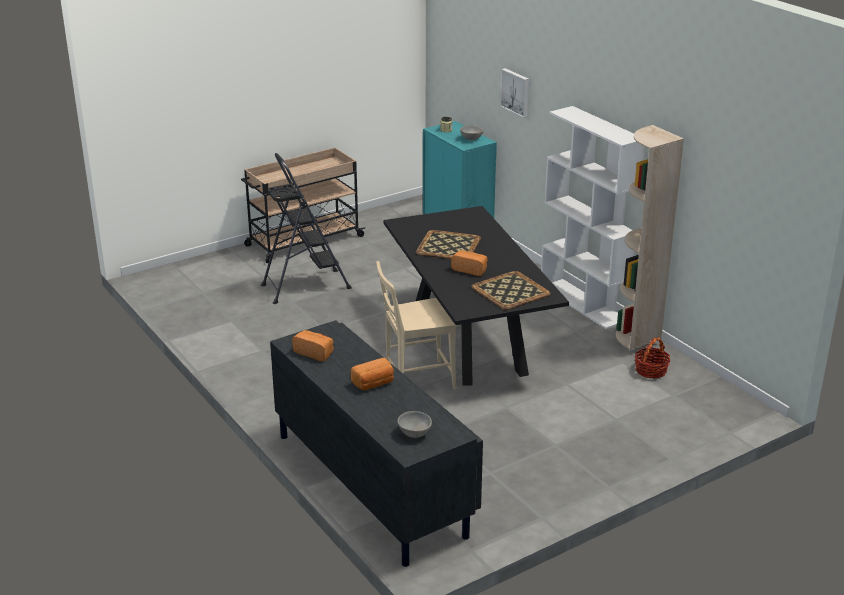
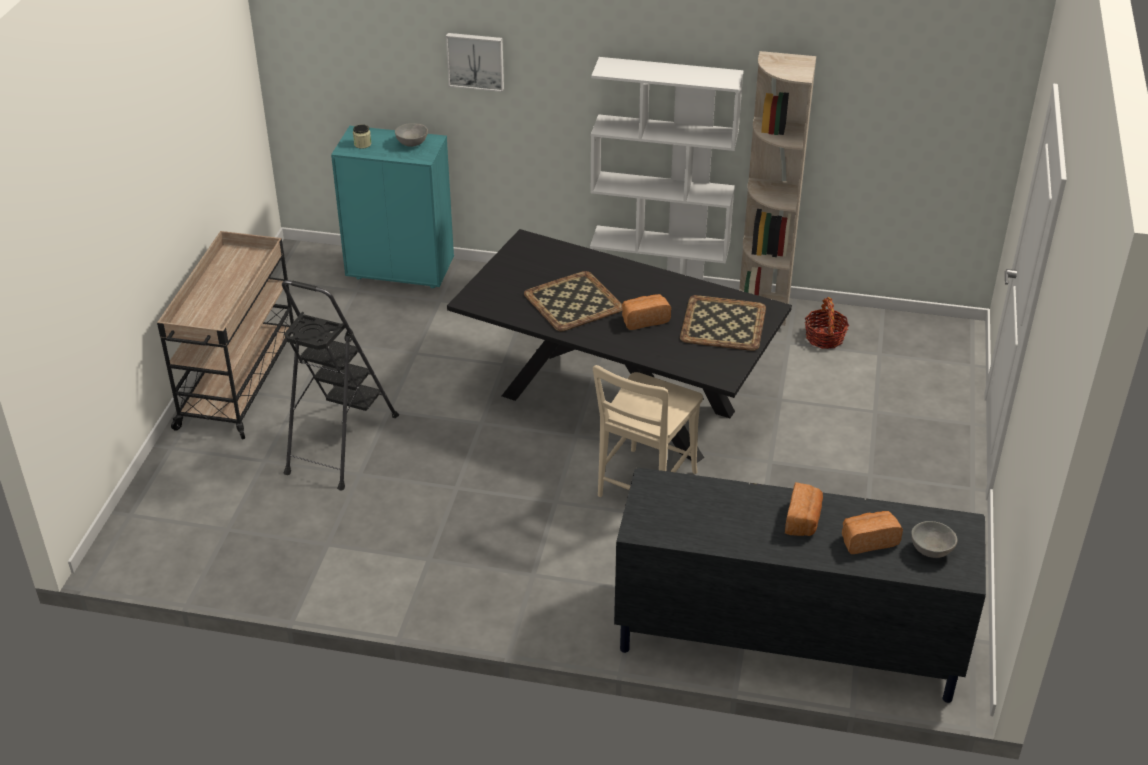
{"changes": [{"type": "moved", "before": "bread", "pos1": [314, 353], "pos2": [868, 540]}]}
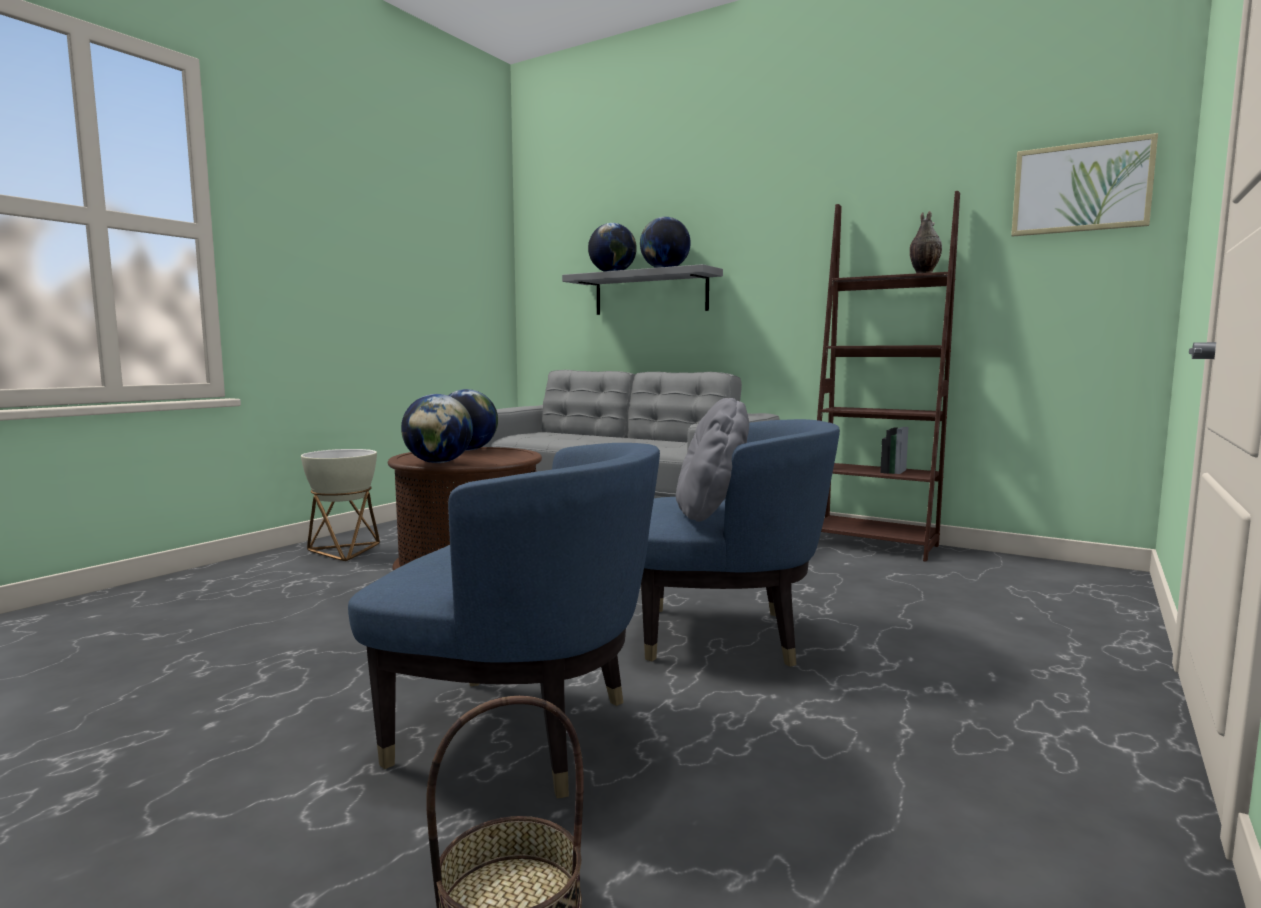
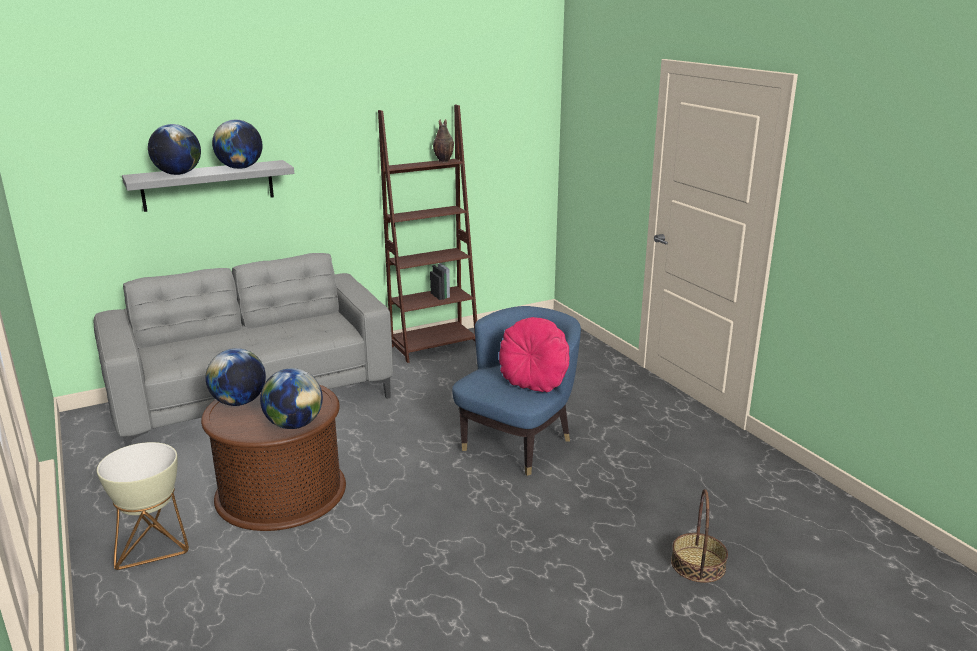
{"changes": [{"type": "removed", "before": "picture", "pos1": [1081, 188]}, {"type": "recoloured", "before": "pillow/grey", "after": "pillow/pink", "pos1": [710, 517], "pos2": [533, 385]}, {"type": "removed", "before": "armchair/blue", "pos1": [518, 732]}]}
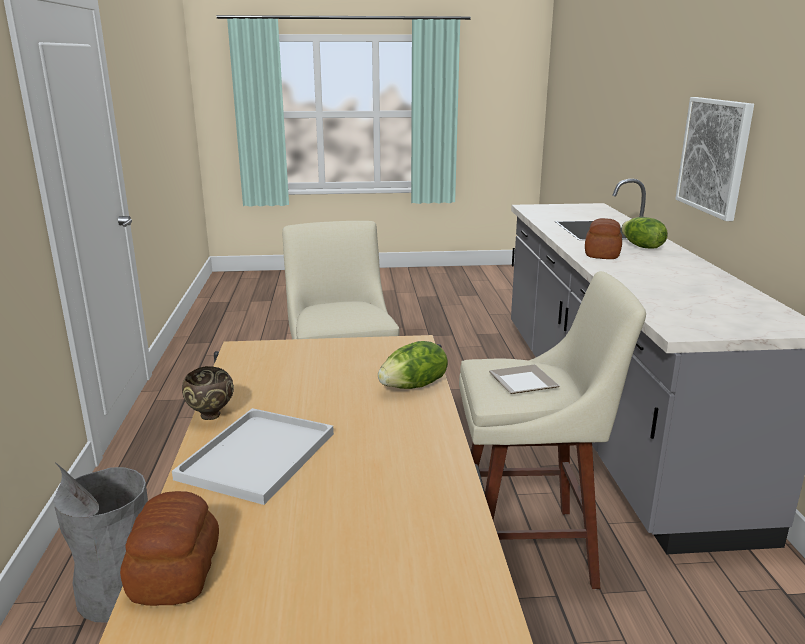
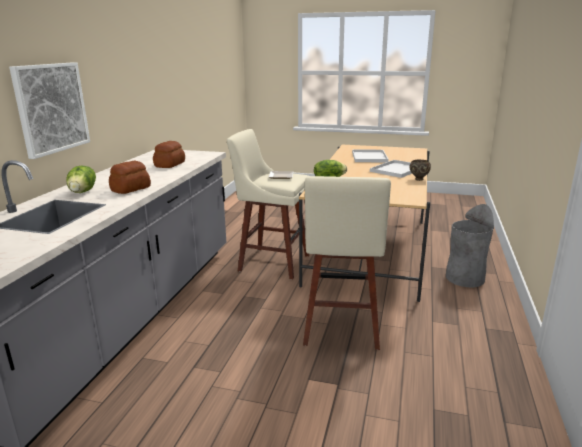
{"changes": [{"type": "moved", "before": "bread", "pos1": [177, 571], "pos2": [169, 165]}, {"type": "added", "after": "tray/white", "pos2": [370, 157]}]}
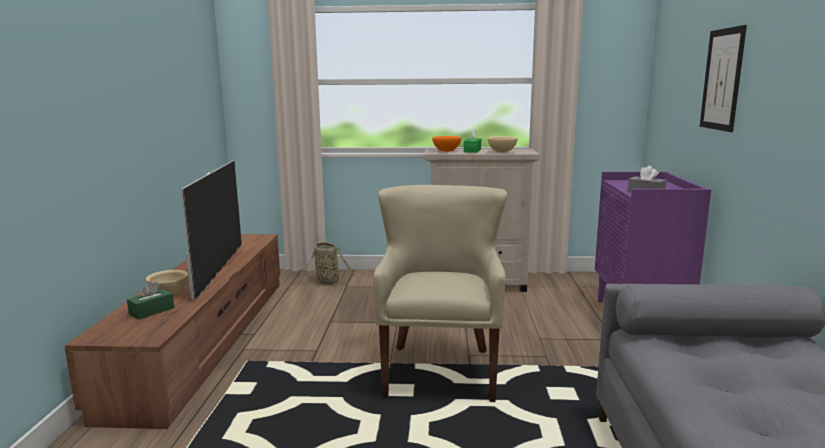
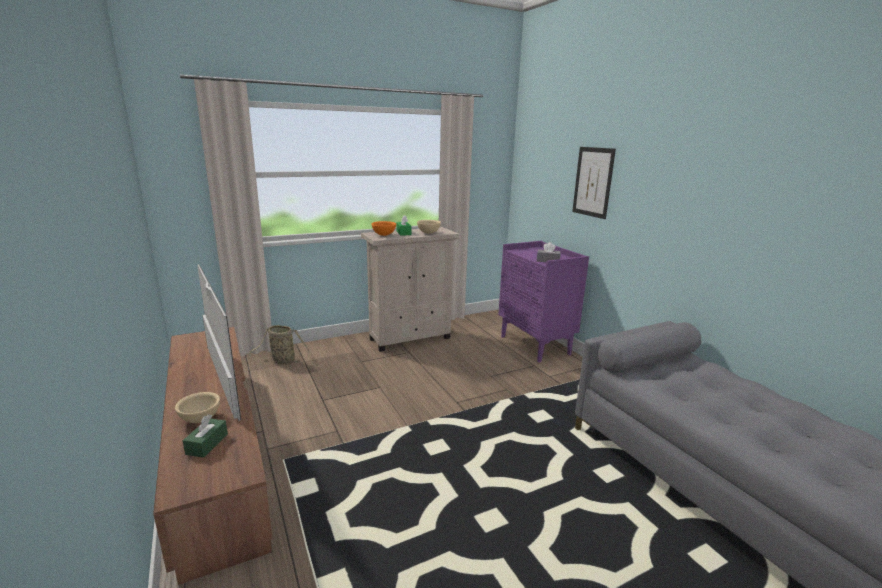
{"changes": [{"type": "removed", "before": "armchair/beige", "pos1": [440, 371]}]}
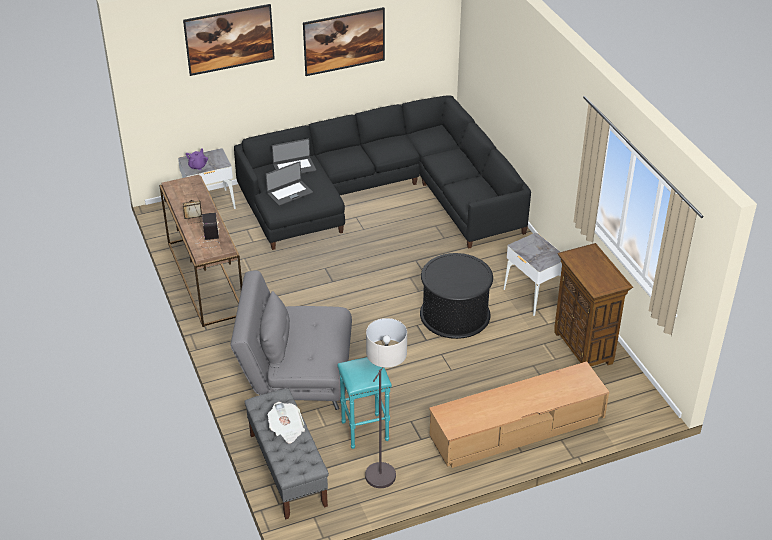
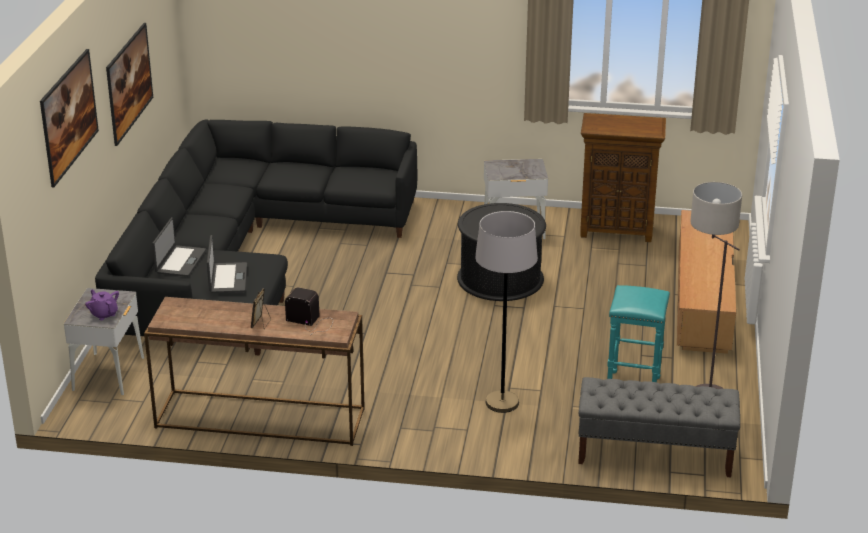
{"changes": [{"type": "replaced", "before": "armchair/grey", "after": "floor lamp/grey", "pos1": [296, 373], "pos2": [502, 403]}, {"type": "removed", "before": "newspaper", "pos1": [286, 429]}]}
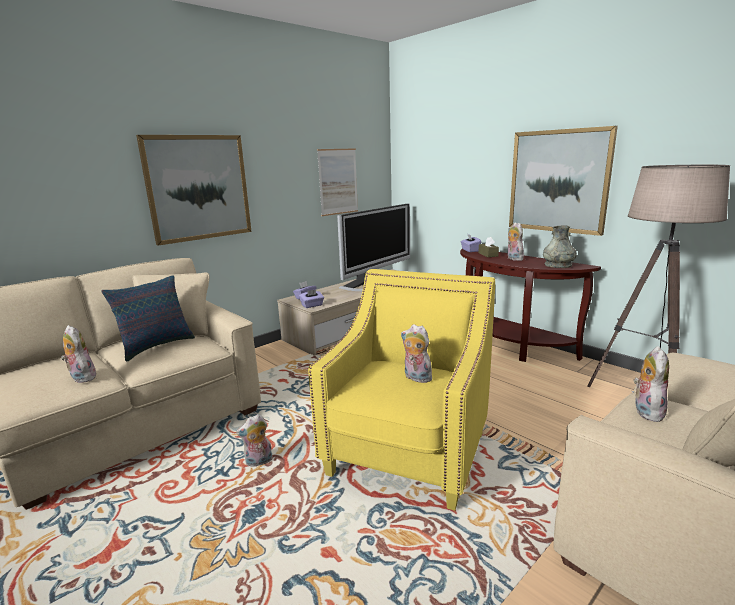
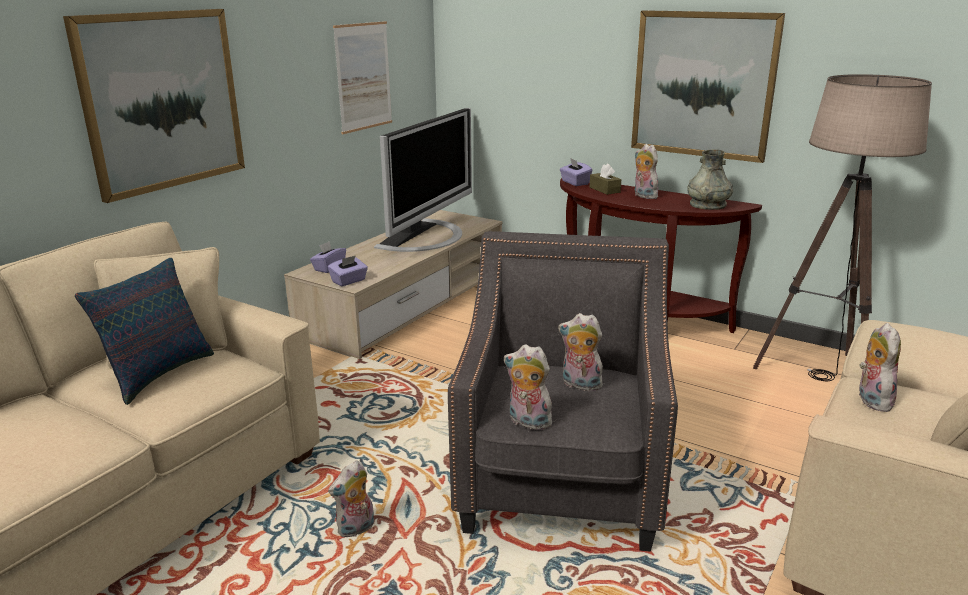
{"changes": [{"type": "recoloured", "before": "armchair/yellow", "after": "armchair/grey", "pos1": [408, 452], "pos2": [561, 485]}, {"type": "moved", "before": "plush toy", "pos1": [81, 378], "pos2": [527, 422]}]}
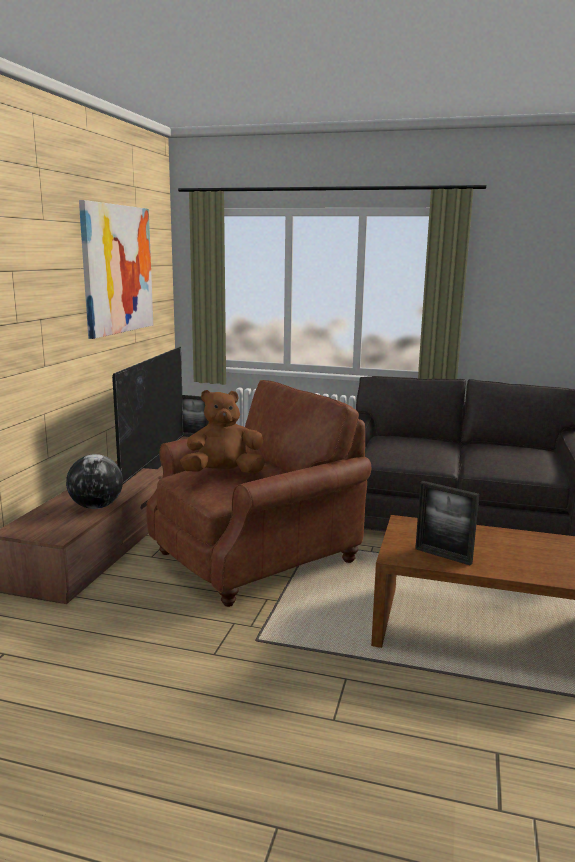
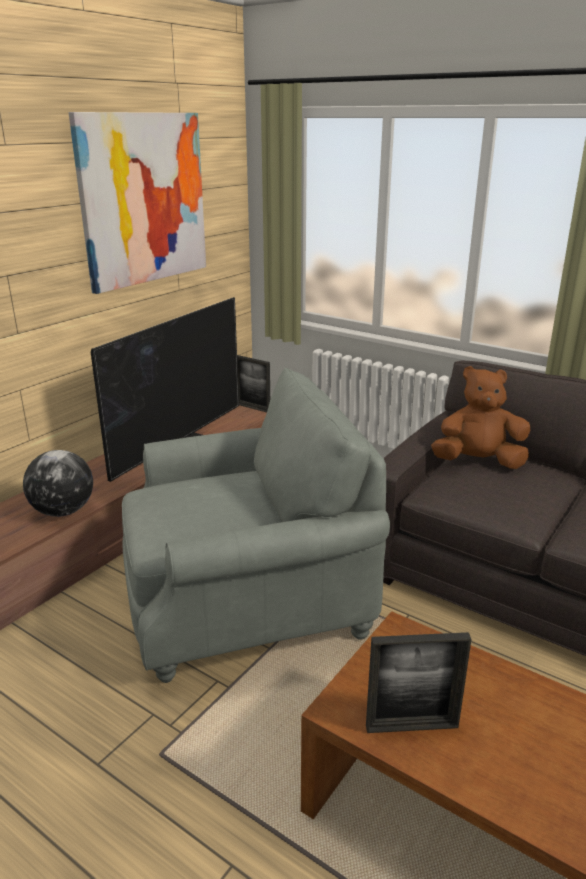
{"changes": [{"type": "recoloured", "before": "armchair/brown", "after": "armchair/grey", "pos1": [256, 557], "pos2": [247, 602]}, {"type": "moved", "before": "plush toy/brown", "pos1": [223, 474], "pos2": [478, 462]}, {"type": "turned", "before": "picture frame", "pos1": [443, 556], "pos2": [411, 726], "turn": -60}]}
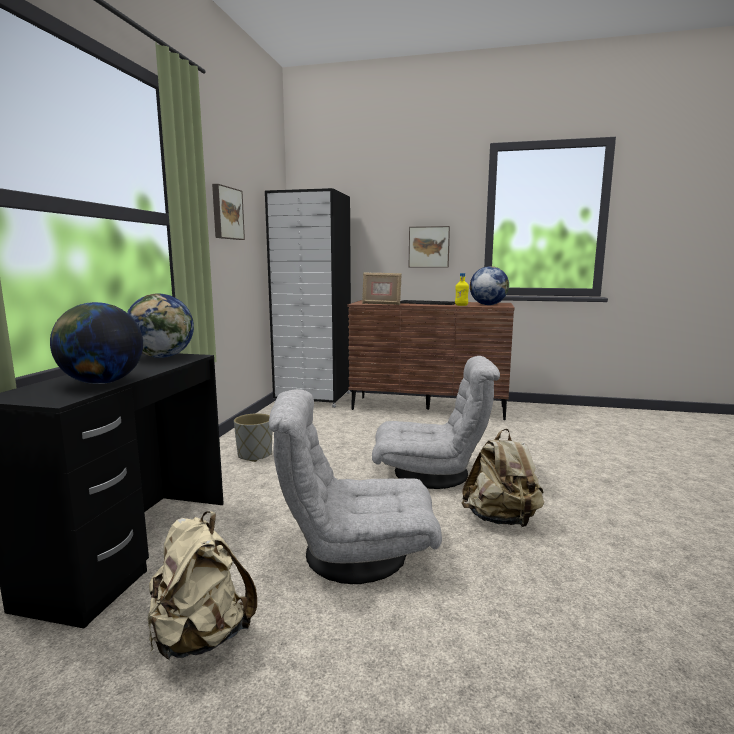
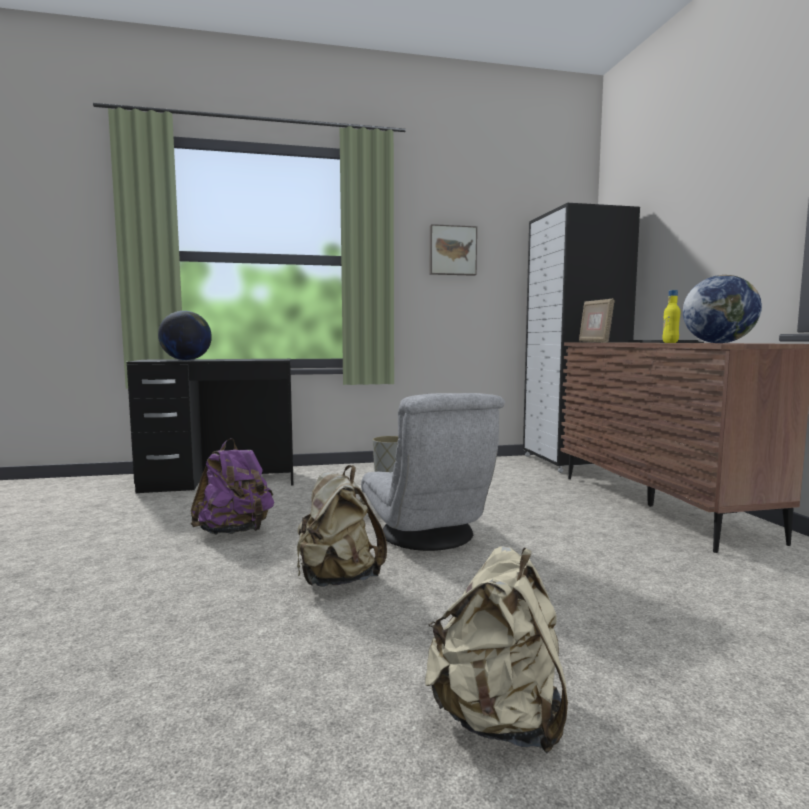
{"changes": [{"type": "removed", "before": "picture", "pos1": [429, 247]}, {"type": "removed", "before": "globe", "pos1": [163, 357]}, {"type": "replaced", "before": "armchair/grey", "after": "backpack/purple", "pos1": [357, 553], "pos2": [235, 532]}, {"type": "moved", "before": "backpack/beige", "pos1": [200, 637], "pos2": [499, 719]}]}
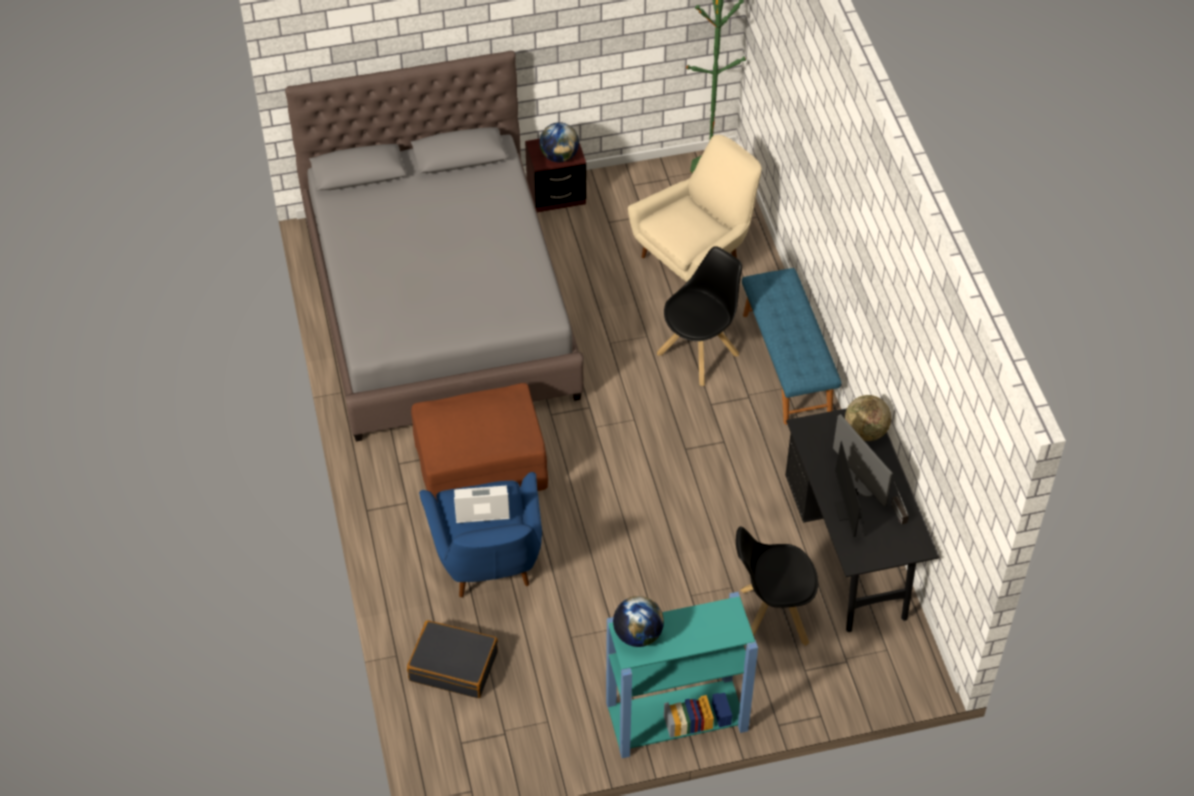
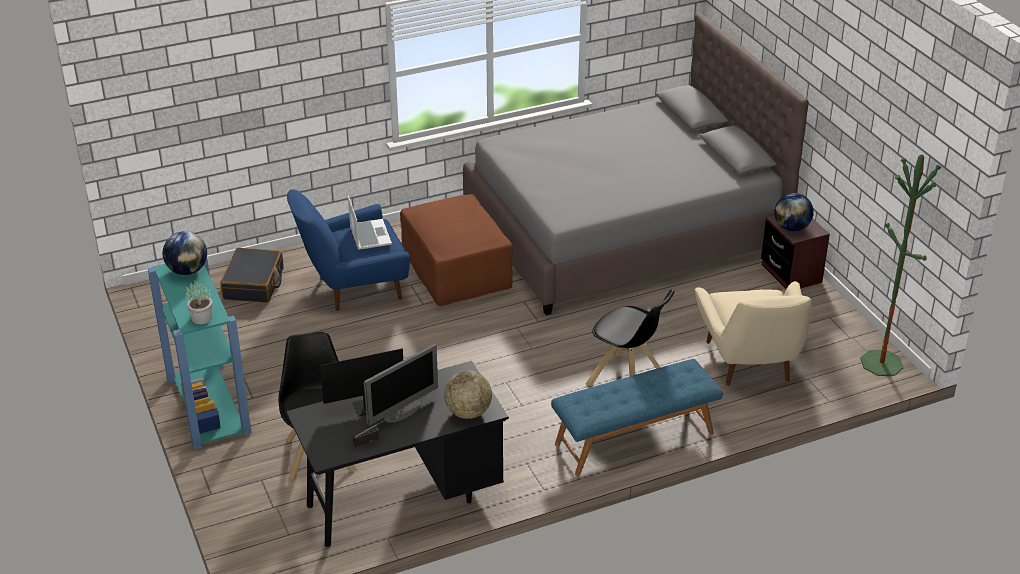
{"changes": [{"type": "turned", "before": "armchair/beige", "pos1": [695, 258], "pos2": [751, 365], "turn": 45}, {"type": "added", "after": "potted plant", "pos2": [202, 318]}]}
